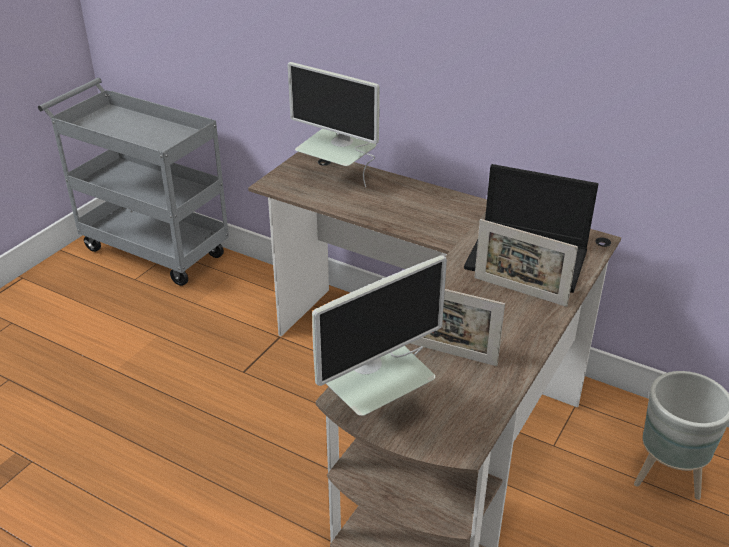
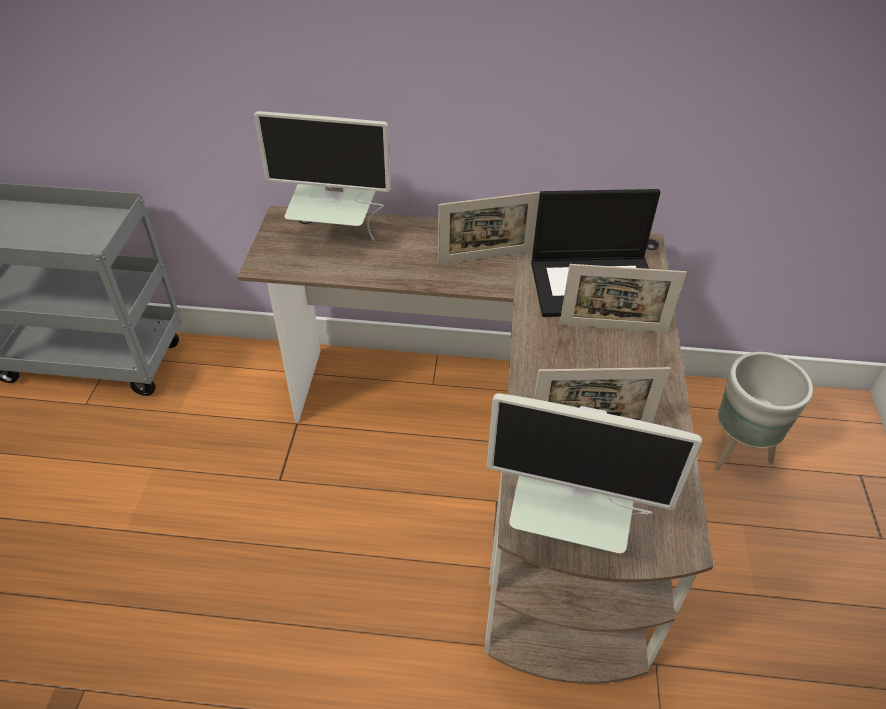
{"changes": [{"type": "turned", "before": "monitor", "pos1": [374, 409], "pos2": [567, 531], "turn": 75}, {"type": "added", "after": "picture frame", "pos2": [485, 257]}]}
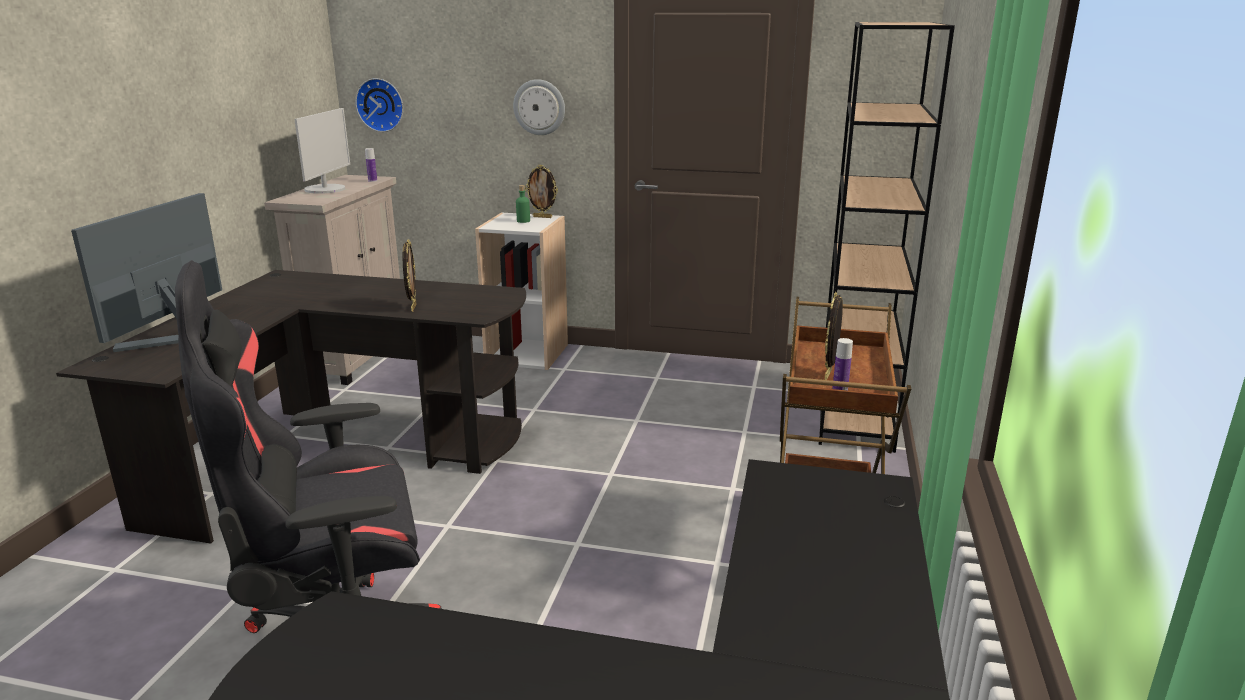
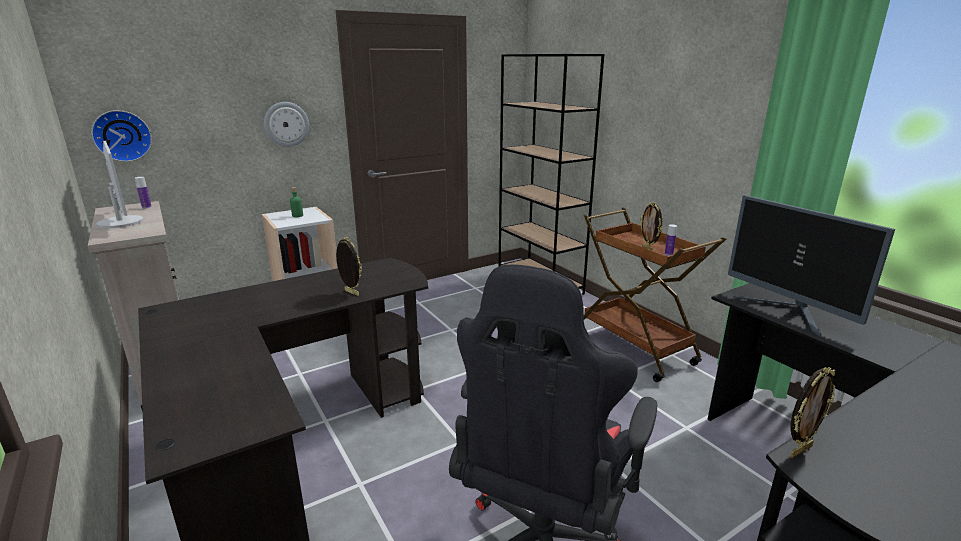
{"changes": [{"type": "moved", "before": "picture frame", "pos1": [542, 217], "pos2": [799, 450]}, {"type": "moved", "before": "monitor", "pos1": [175, 336], "pos2": [788, 312]}]}
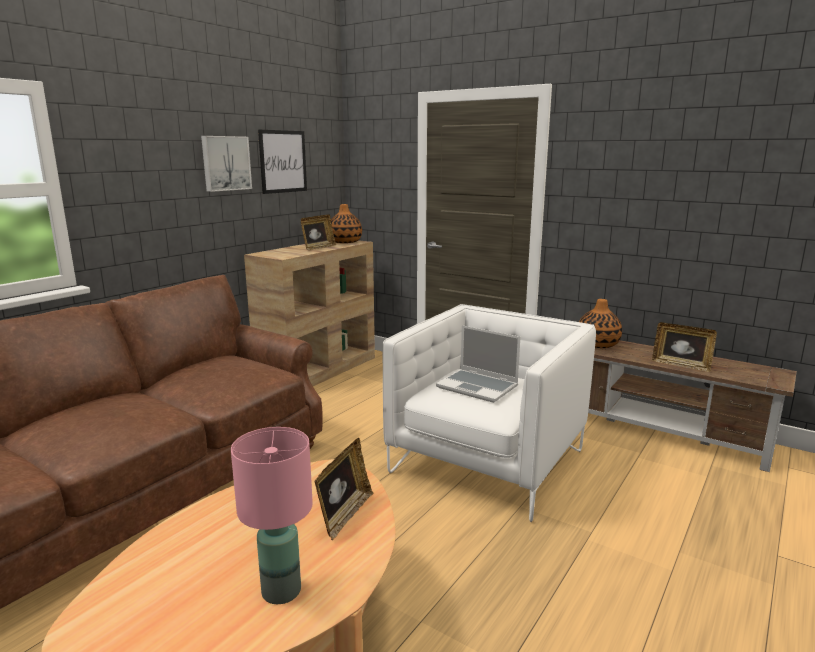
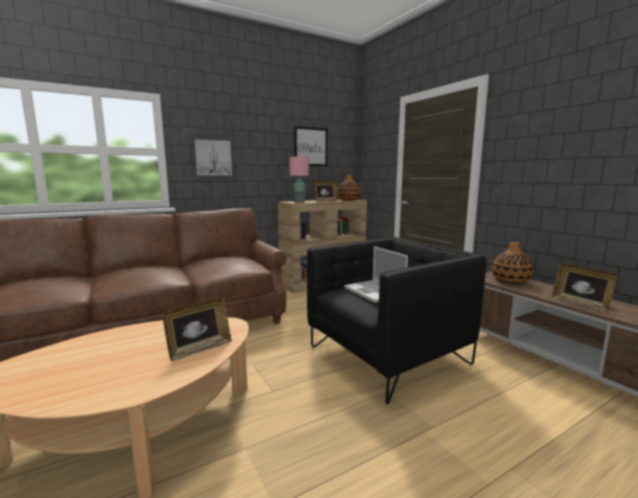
{"changes": [{"type": "moved", "before": "picture", "pos1": [225, 163], "pos2": [213, 158]}, {"type": "recoloured", "before": "armchair/white", "after": "armchair/black", "pos1": [487, 463], "pos2": [387, 356]}, {"type": "moved", "before": "table lamp/pink", "pos1": [282, 590], "pos2": [299, 202]}]}
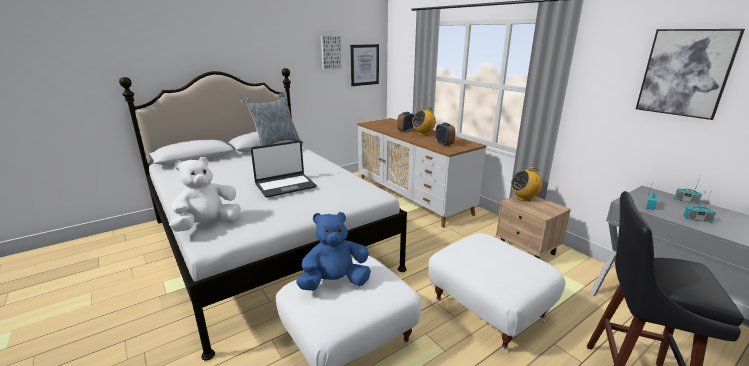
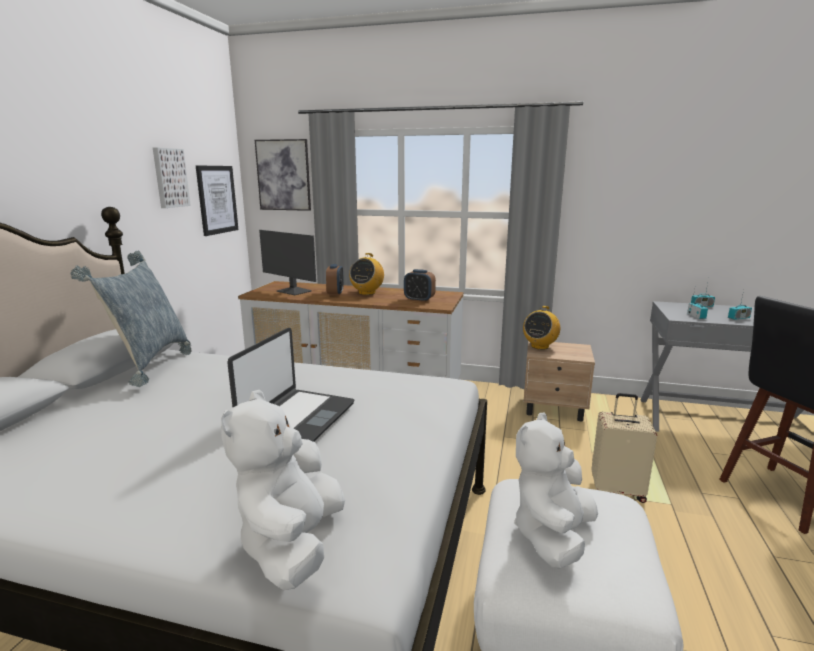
{"changes": [{"type": "moved", "before": "picture", "pos1": [685, 73], "pos2": [283, 175]}, {"type": "recoloured", "before": "plush toy/blue", "after": "plush toy/white", "pos1": [335, 283], "pos2": [552, 536]}, {"type": "replaced", "before": "ottoman/white", "after": "suitcase/beige", "pos1": [489, 310], "pos2": [617, 490]}, {"type": "added", "after": "monitor", "pos2": [293, 291]}]}
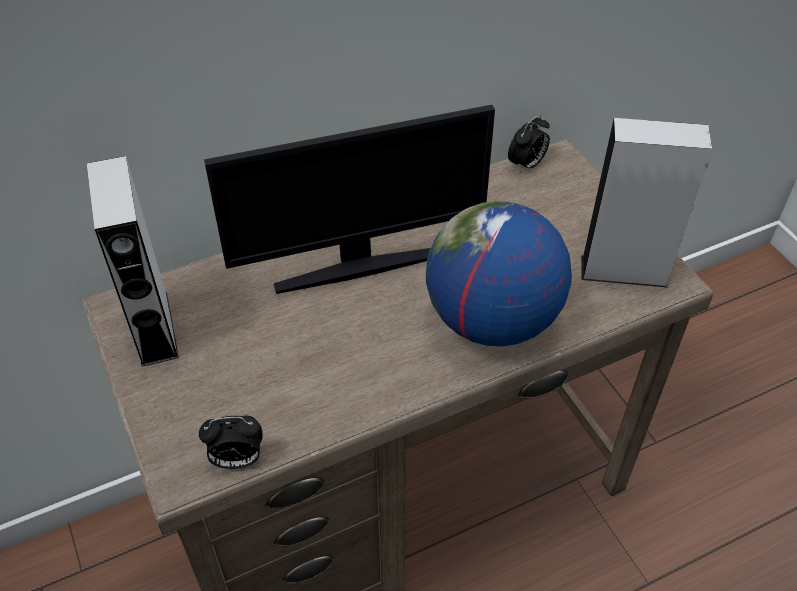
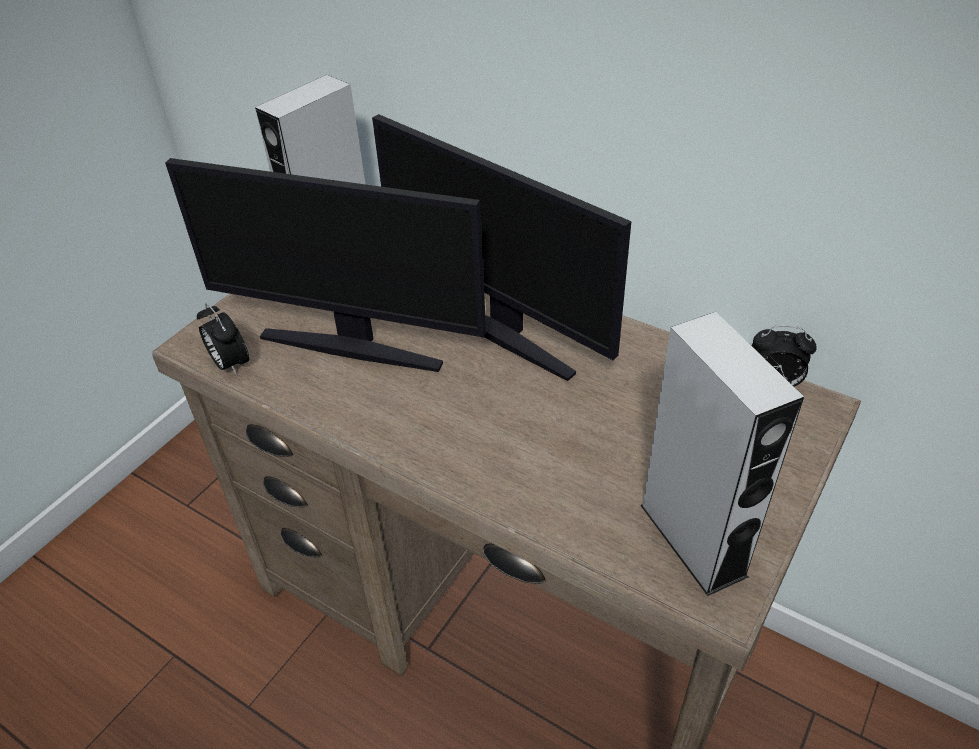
{"changes": [{"type": "removed", "before": "globe", "pos1": [491, 320]}, {"type": "added", "after": "monitor", "pos2": [352, 346]}]}
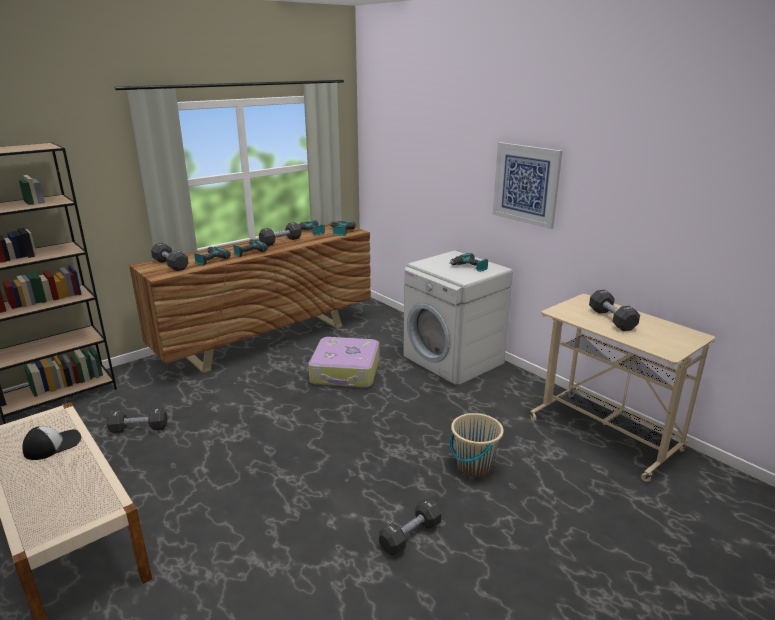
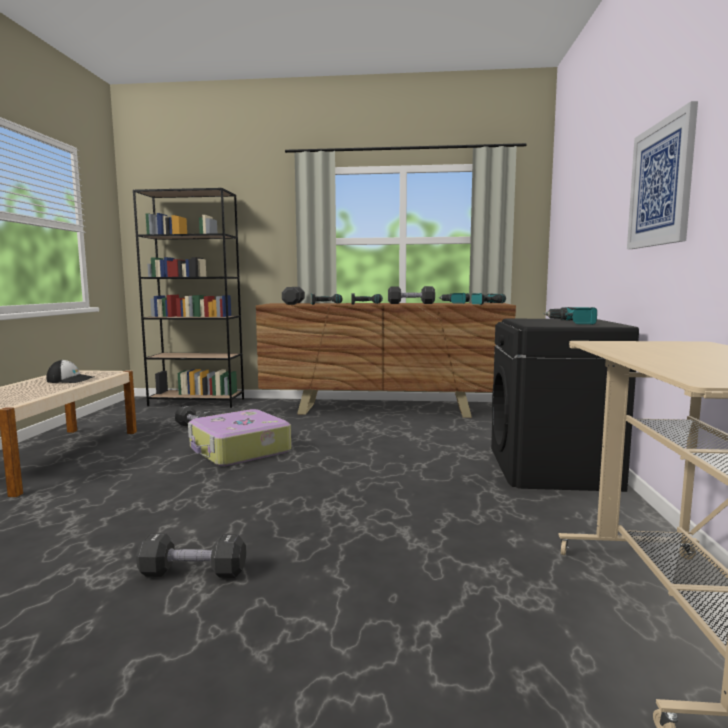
{"changes": [{"type": "recoloured", "before": "washing machine/white", "after": "washing machine/black", "pos1": [452, 360], "pos2": [550, 468]}, {"type": "removed", "before": "dumbbell/black", "pos1": [611, 319]}, {"type": "moved", "before": "suitcase", "pos1": [346, 372], "pos2": [239, 450]}, {"type": "removed", "before": "bucket/beige", "pos1": [474, 466]}]}
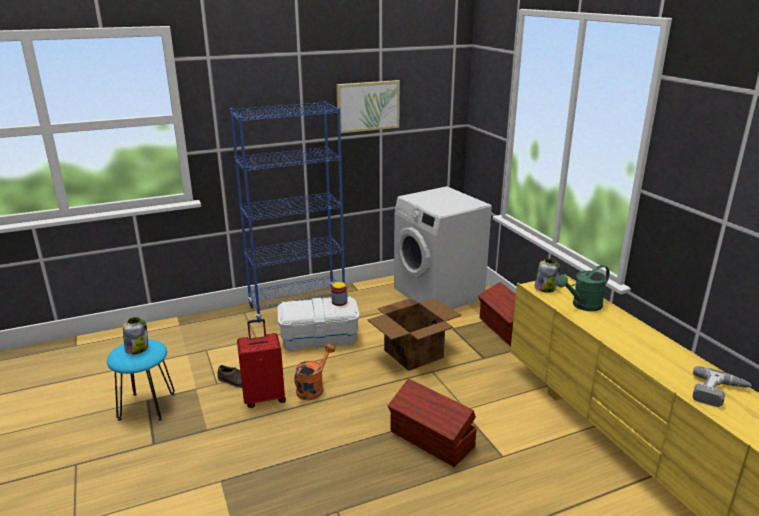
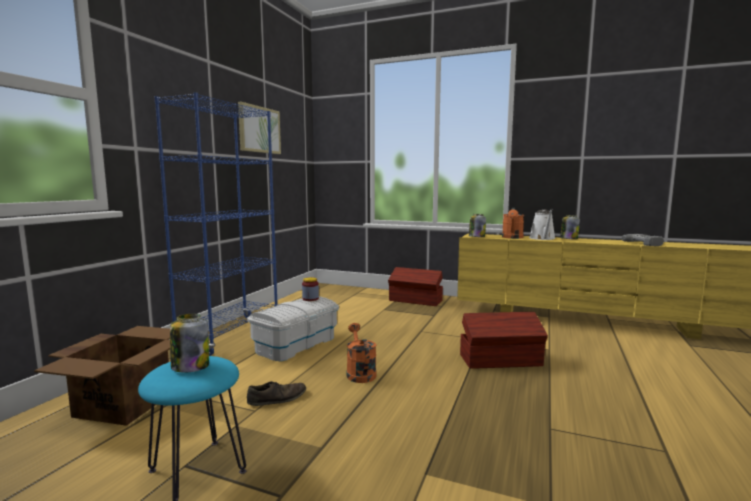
{"changes": [{"type": "removed", "before": "washing machine/white", "pos1": [437, 293]}, {"type": "recoloured", "before": "watering can/green", "after": "watering can/orange", "pos1": [582, 305], "pos2": [512, 237]}, {"type": "moved", "before": "cardboard box", "pos1": [414, 353], "pos2": [125, 404]}, {"type": "removed", "before": "suitcase/red", "pos1": [264, 397]}, {"type": "added", "after": "watering can/white", "pos2": [542, 238]}, {"type": "added", "after": "jar", "pos2": [568, 239]}]}
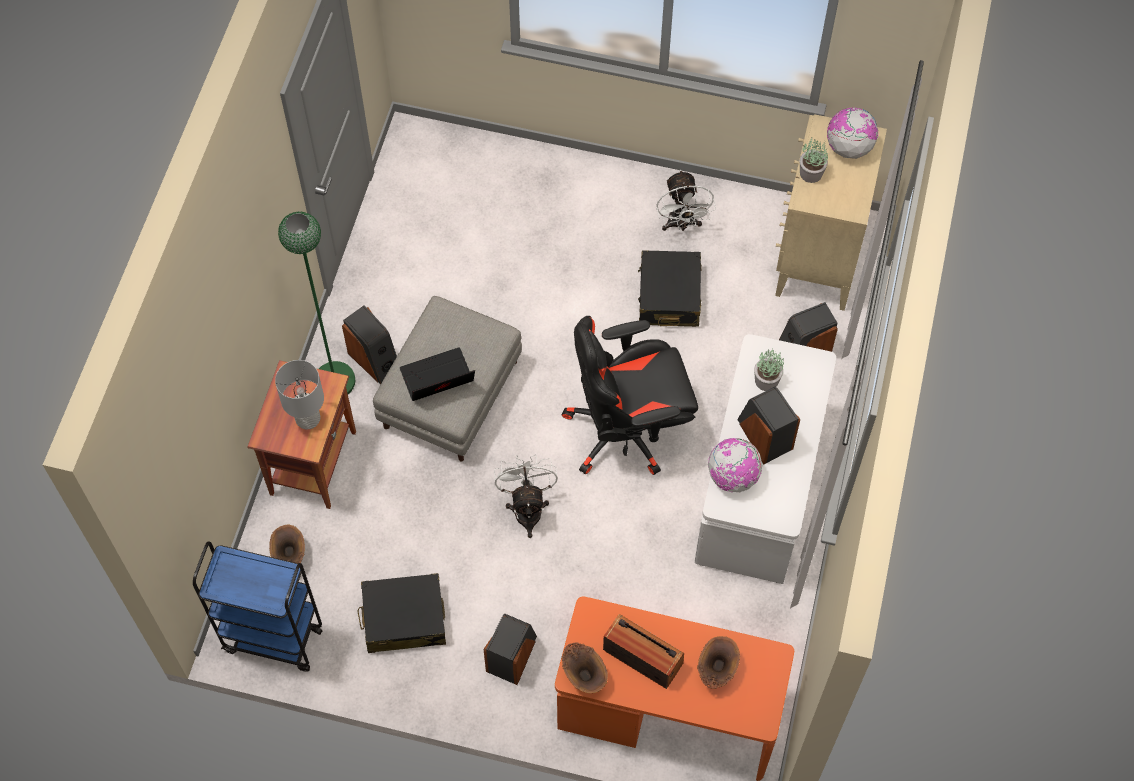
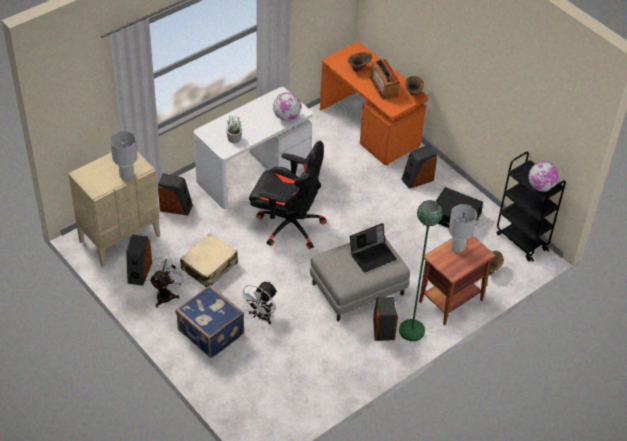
{"changes": [{"type": "moved", "before": "globe", "pos1": [848, 147], "pos2": [541, 187]}, {"type": "replaced", "before": "potted plant", "after": "table lamp/grey", "pos1": [810, 173], "pos2": [127, 177]}, {"type": "recoloured", "before": "suitcase/black", "after": "suitcase/beige", "pos1": [669, 296], "pos2": [209, 266]}, {"type": "turned", "before": "laptop", "pos1": [437, 380], "pos2": [372, 255], "turn": -45}, {"type": "moved", "before": "speaker", "pos1": [764, 435], "pos2": [139, 272]}, {"type": "moved", "before": "fan/white", "pos1": [527, 508], "pos2": [261, 317]}, {"type": "recoloured", "before": "cart/blue", "after": "cart/black", "pos1": [273, 642], "pos2": [522, 242]}, {"type": "added", "after": "suitcase/blue", "pos2": [210, 333]}]}
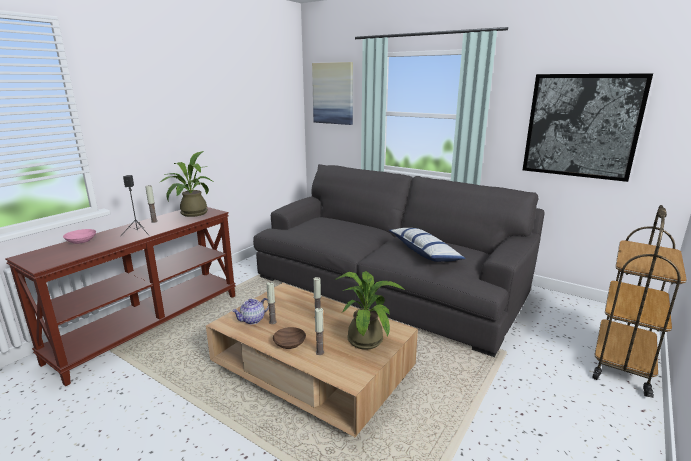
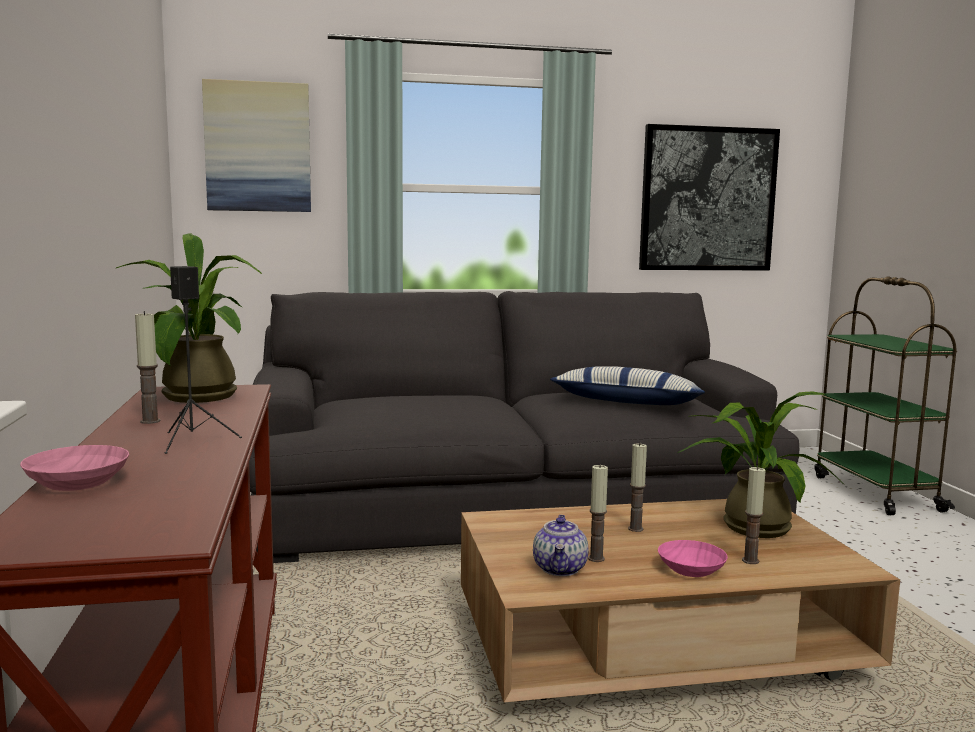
{"changes": [{"type": "recoloured", "before": "cart/brown", "after": "cart/green", "pos1": [623, 362], "pos2": [875, 492]}, {"type": "recoloured", "before": "bowl/brown", "after": "bowl/pink", "pos1": [290, 343], "pos2": [691, 569]}]}
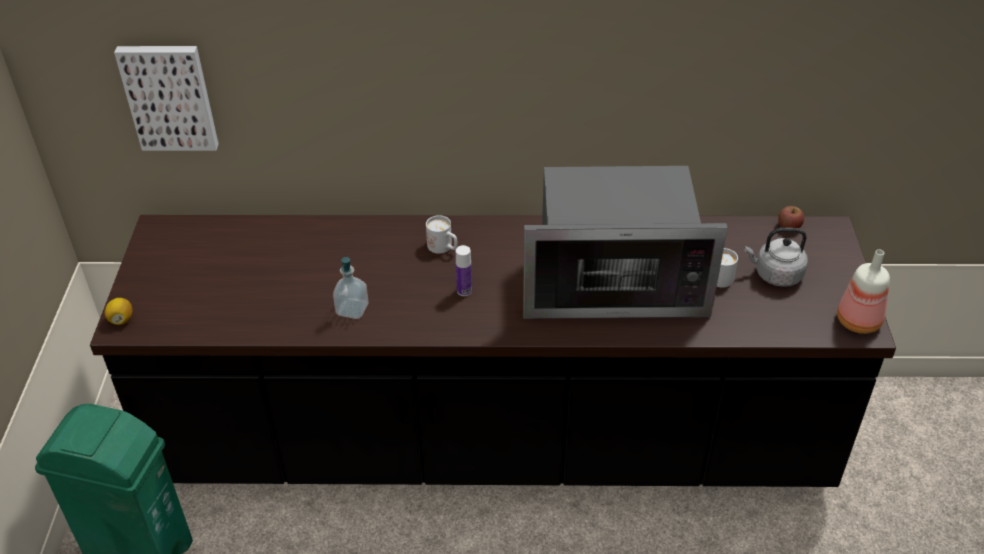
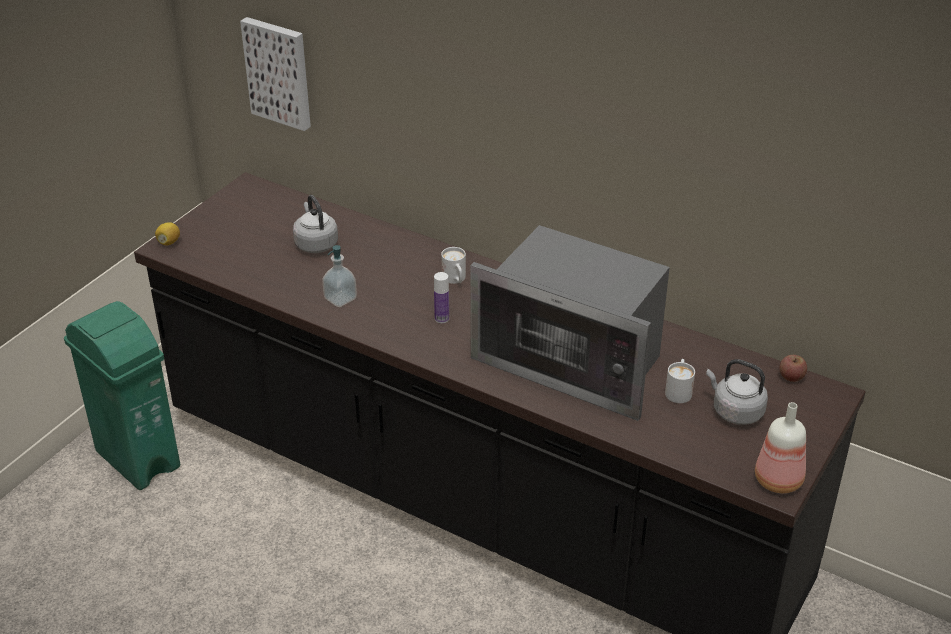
{"changes": [{"type": "added", "after": "kettle/grey", "pos2": [315, 243]}]}
